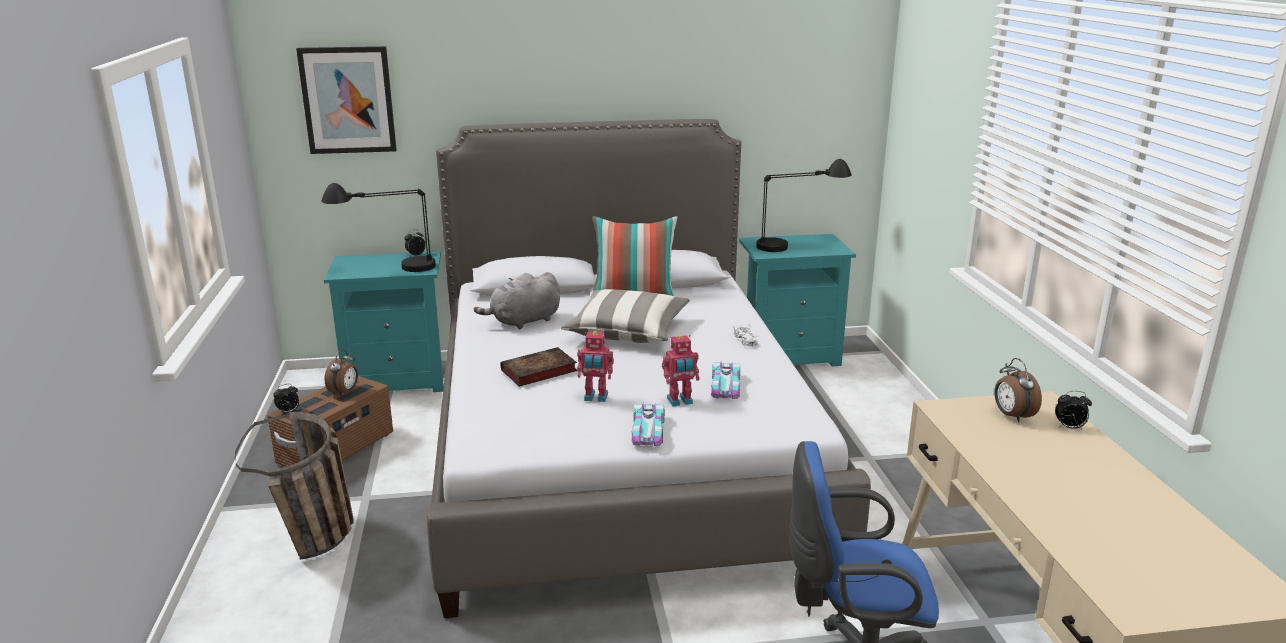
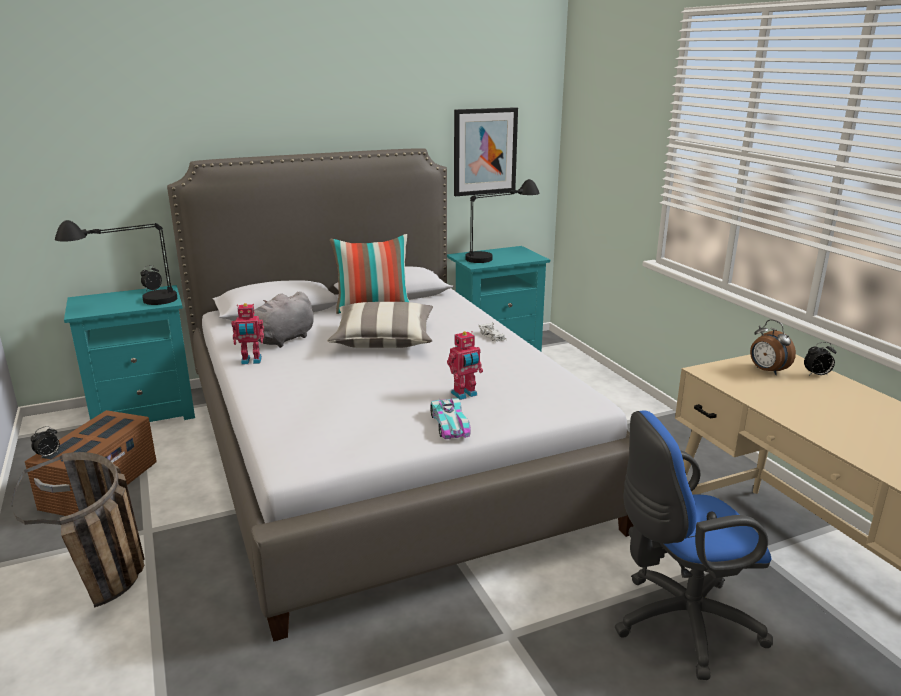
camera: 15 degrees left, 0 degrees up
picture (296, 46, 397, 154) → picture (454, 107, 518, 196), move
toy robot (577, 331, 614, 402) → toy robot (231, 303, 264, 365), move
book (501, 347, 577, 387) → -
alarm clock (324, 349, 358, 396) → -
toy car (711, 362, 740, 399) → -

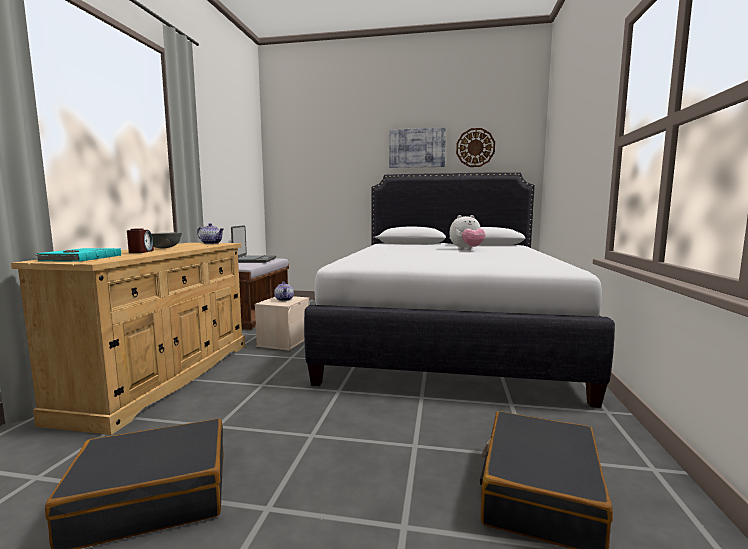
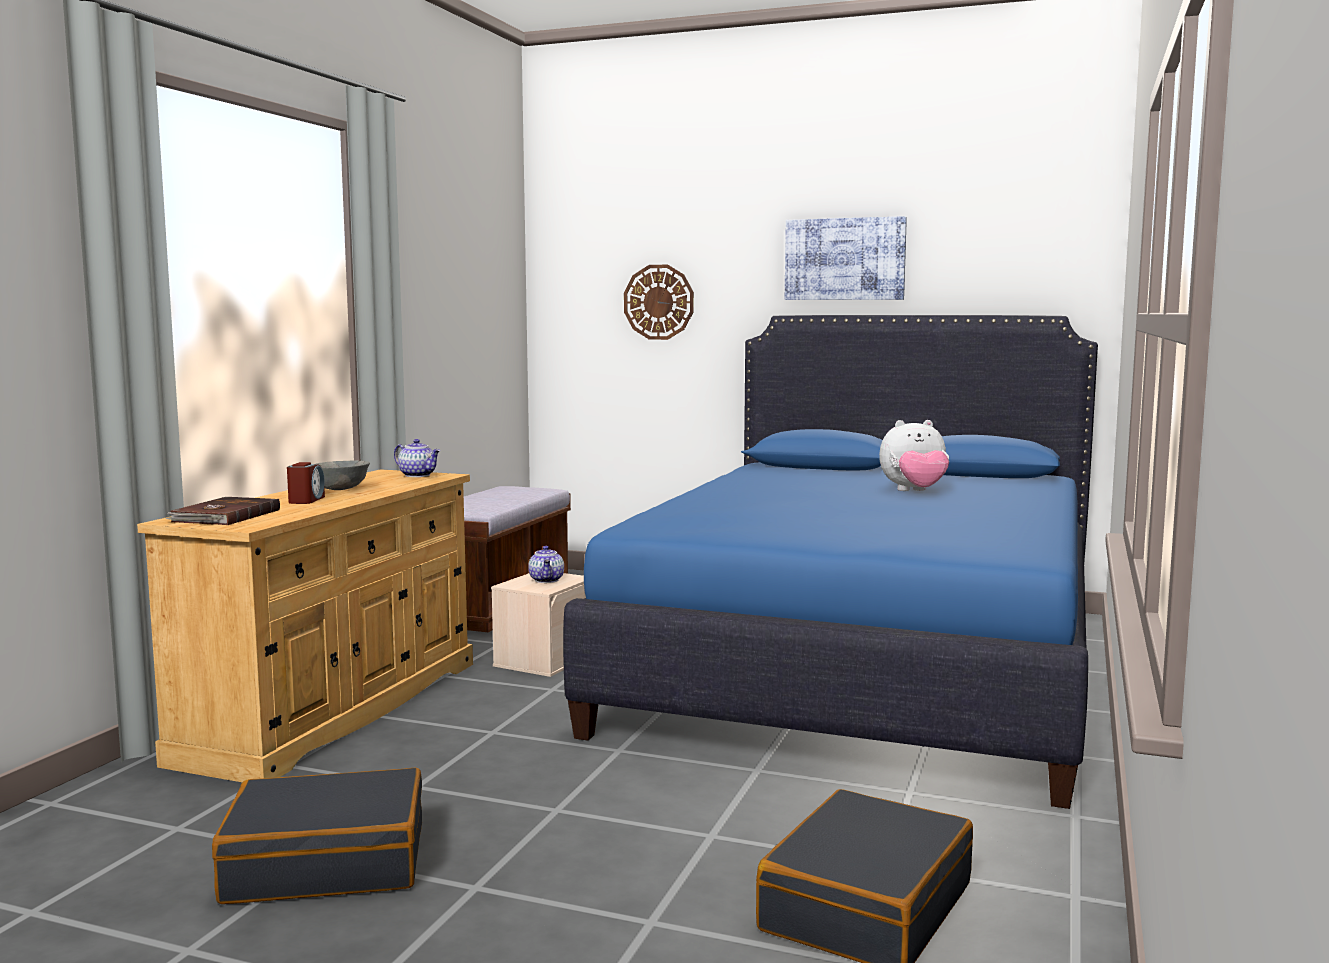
camera: 10 degrees right, 0 degrees up
wall clock (456, 128, 495, 167) → wall clock (624, 265, 694, 340), move
white bed (304, 172, 615, 408) → blue bed (563, 315, 1098, 809)
laptop (231, 225, 276, 263) → -
turquoise book (33, 248, 121, 262) → brown book (165, 497, 280, 525)

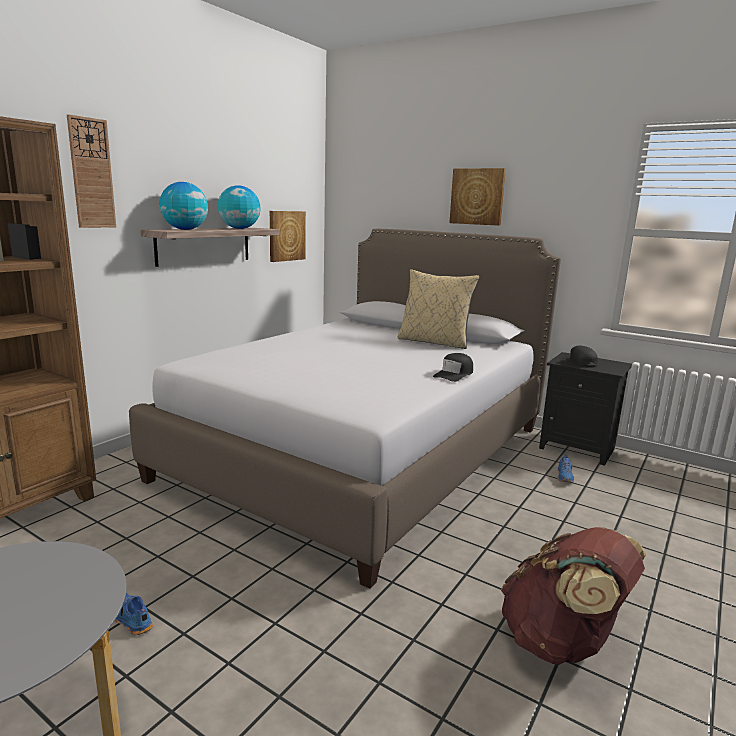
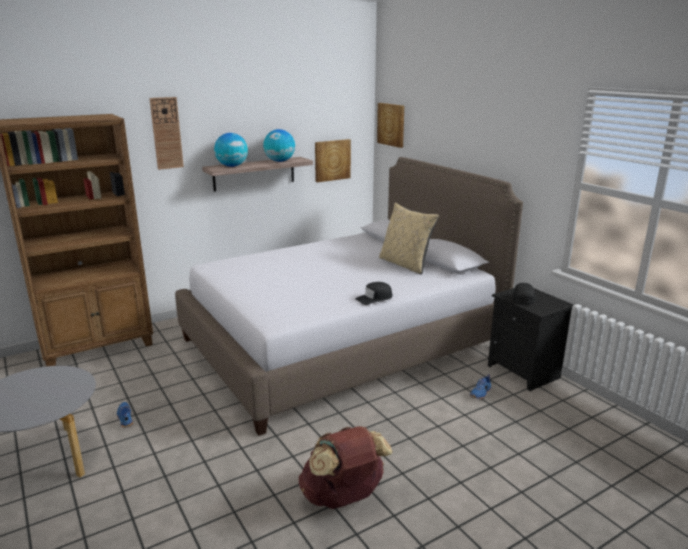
camera: 25 degrees right, 5 degrees up
picture (449, 168, 506, 226) → picture (377, 103, 404, 148), move

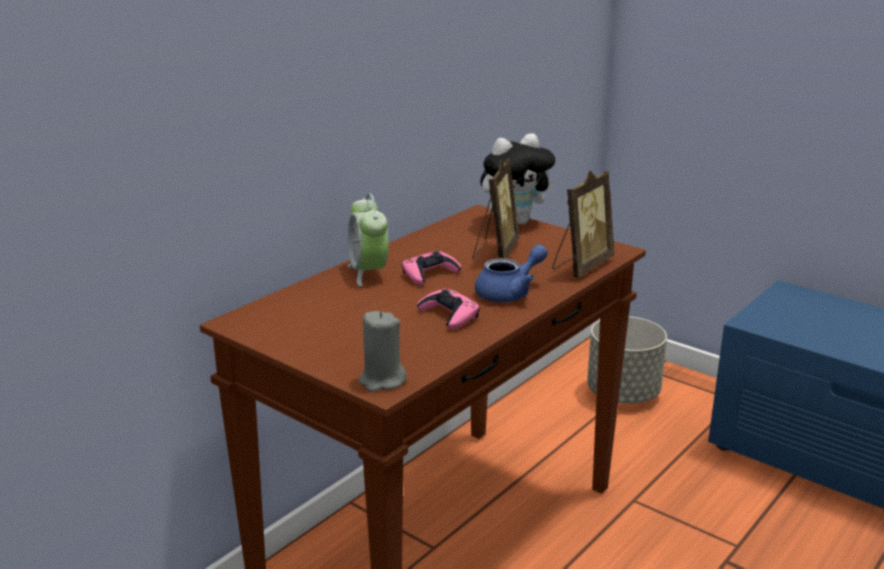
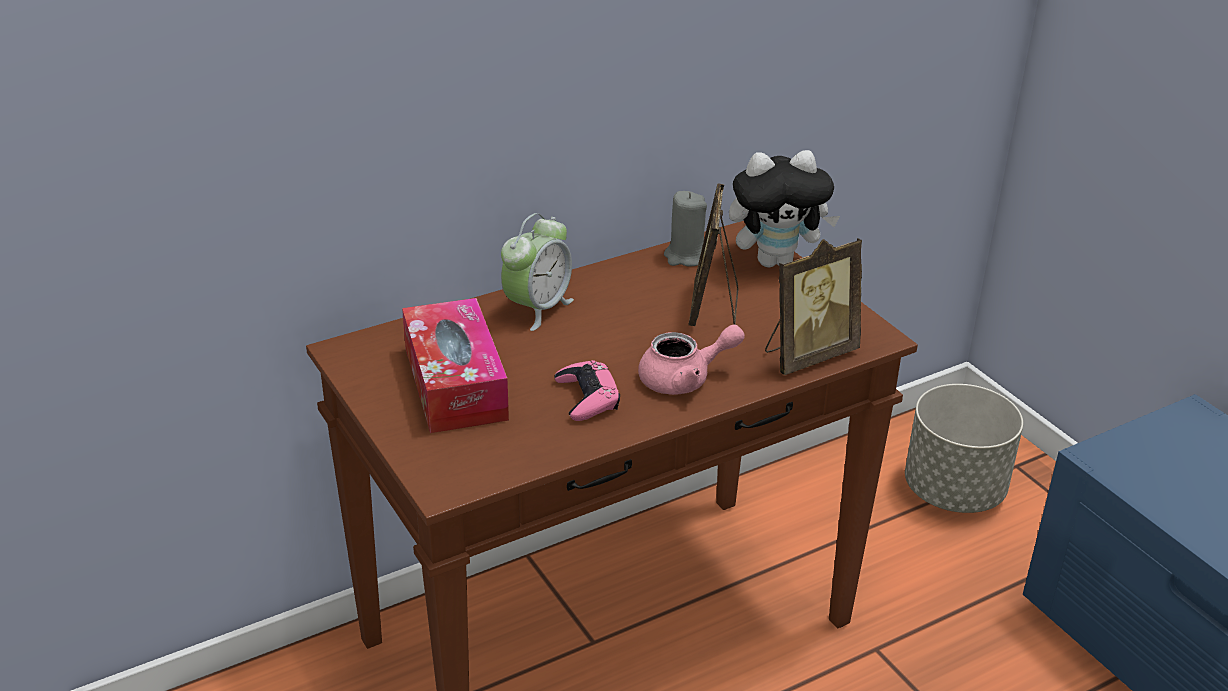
camera: 20 degrees right, 10 degrees up
picture frame (473, 159, 519, 260) → picture frame (689, 183, 738, 326), 150 degrees clockwise
alarm clock (348, 193, 389, 286) → alarm clock (501, 213, 574, 331), 150 degrees counterclockwise
blue teapot (475, 244, 548, 302) → pink teapot (638, 324, 745, 395)
pink game controller (402, 251, 461, 285) → -
grey candle (359, 311, 406, 392) → grey candle (664, 191, 707, 267), move
- → tissue box (402, 298, 509, 433)

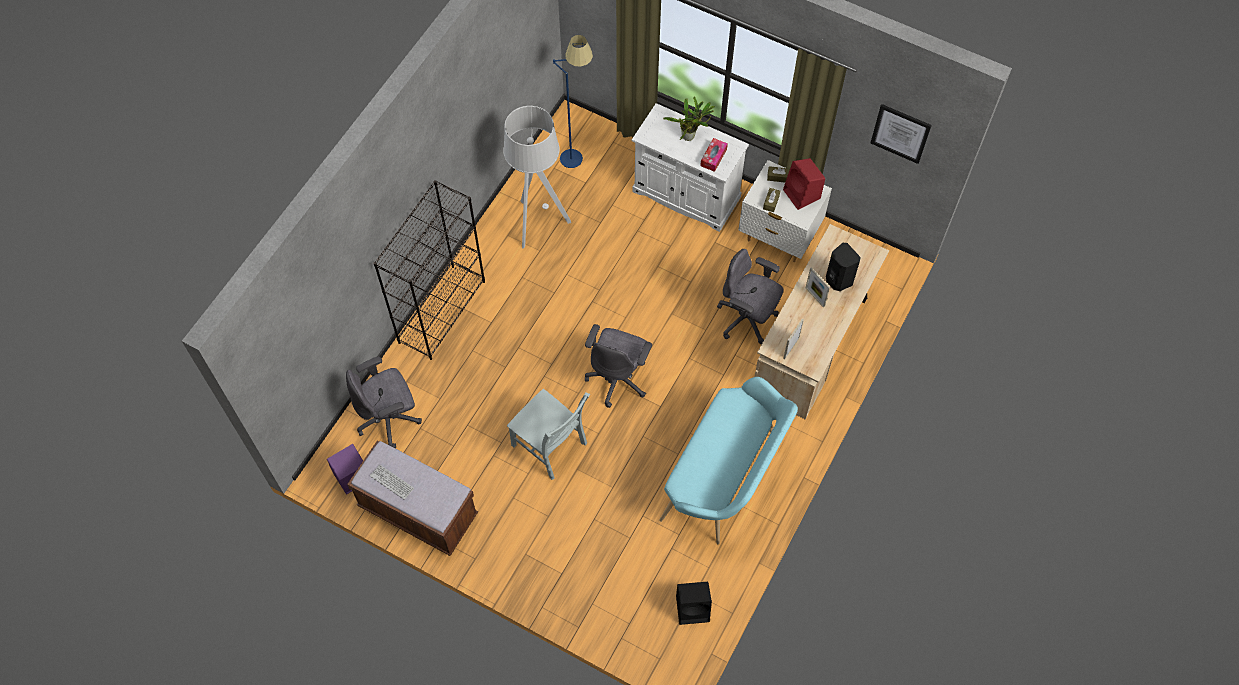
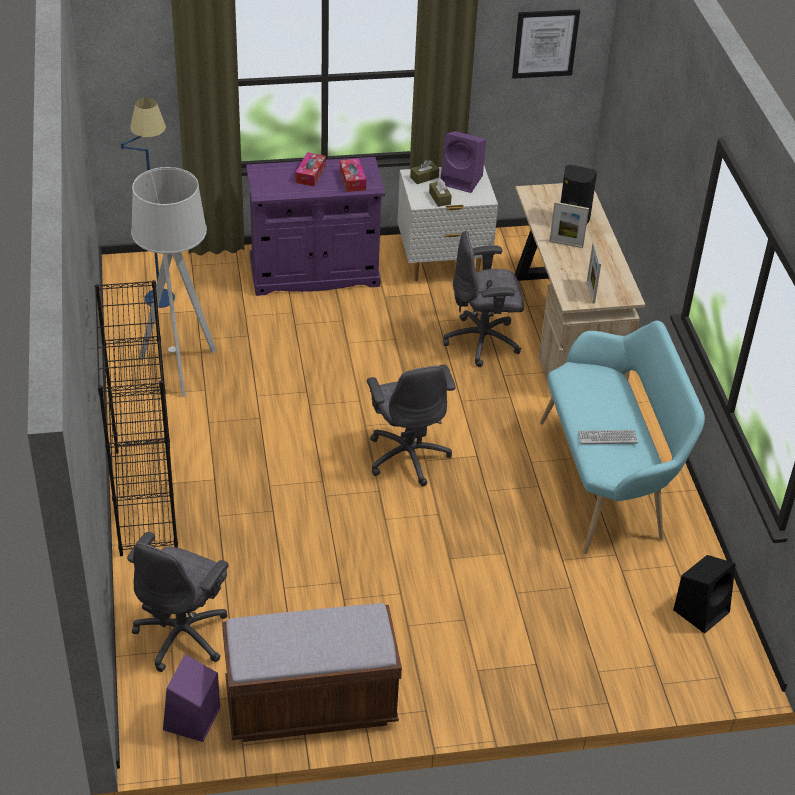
camera: 40 degrees left, 20 degrees down
potted plant (663, 97, 715, 141) → tissue box (295, 152, 326, 186)
white cabinet (632, 103, 749, 232) → purple cabinet (246, 157, 385, 296)
red speaker (783, 158, 825, 210) → purple speaker (440, 131, 486, 193)
grey chair (507, 389, 590, 480) → -
keyboard (370, 465, 414, 500) → keyboard (578, 430, 638, 445), move

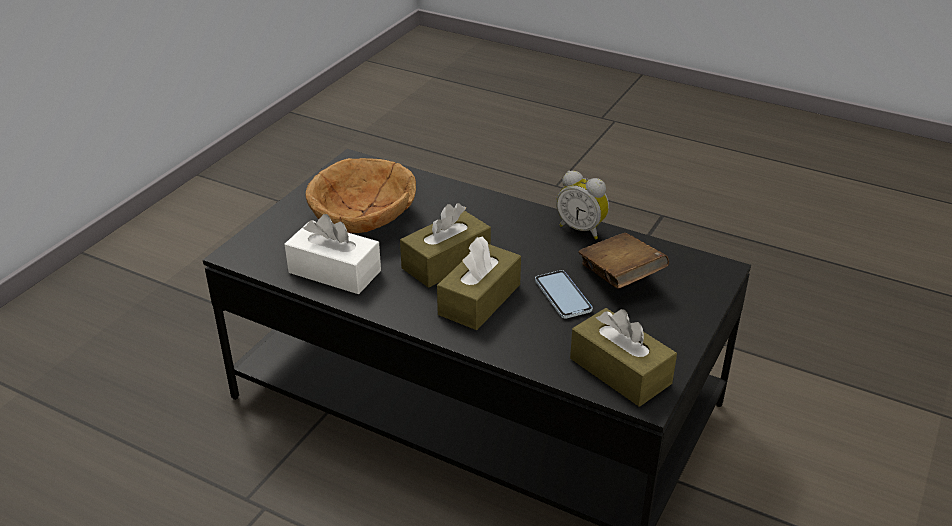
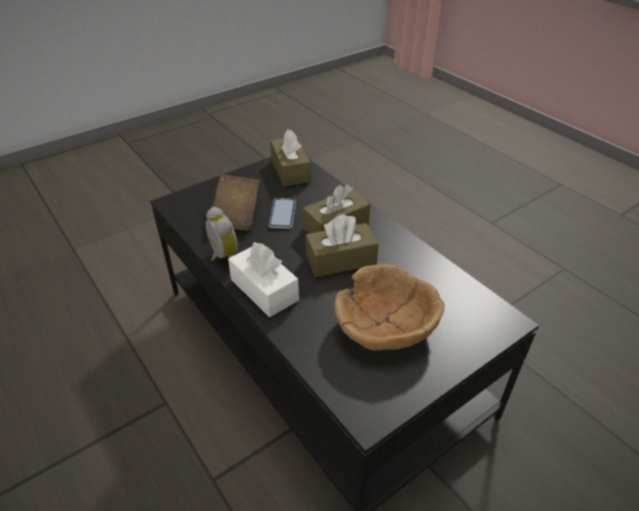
camera: 155 degrees left, 5 degrees up
white tissue box (285, 214, 381, 294) → white tissue box (228, 242, 299, 317), move

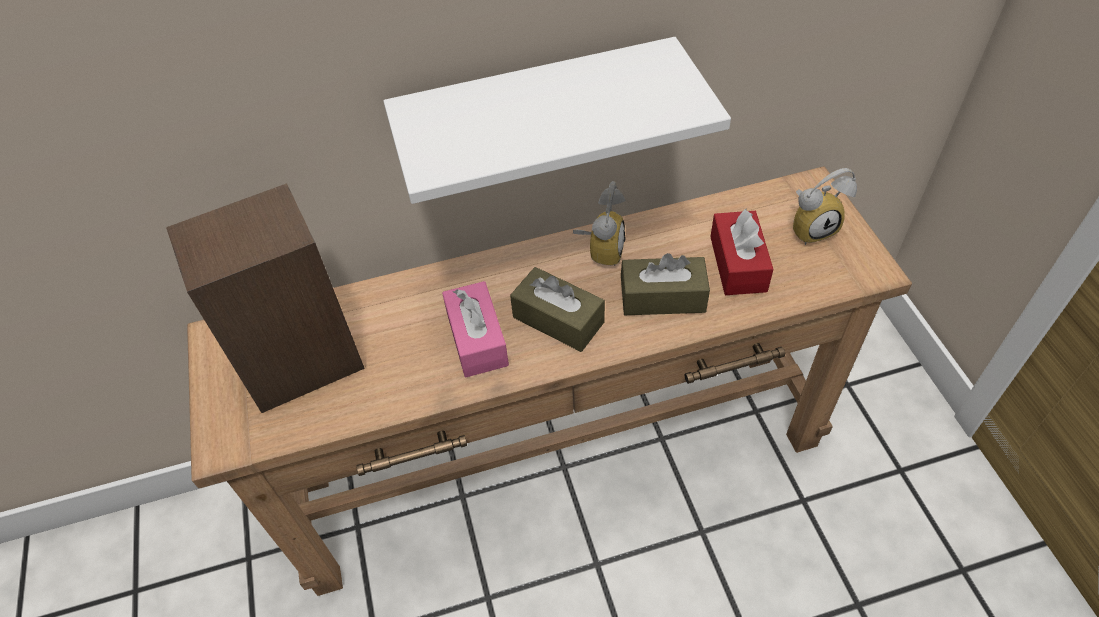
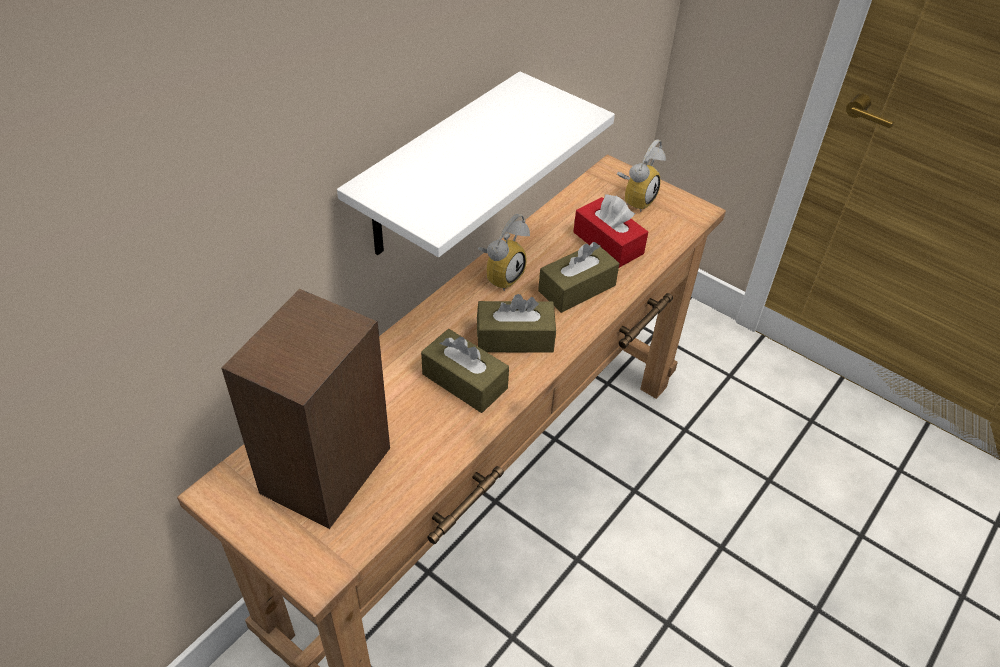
camera: 40 degrees left, 5 degrees down
alarm clock (573, 181, 626, 266) → alarm clock (478, 214, 530, 291), 60 degrees clockwise
pink tissue box (442, 281, 509, 377) → brown tissue box (421, 329, 509, 413)

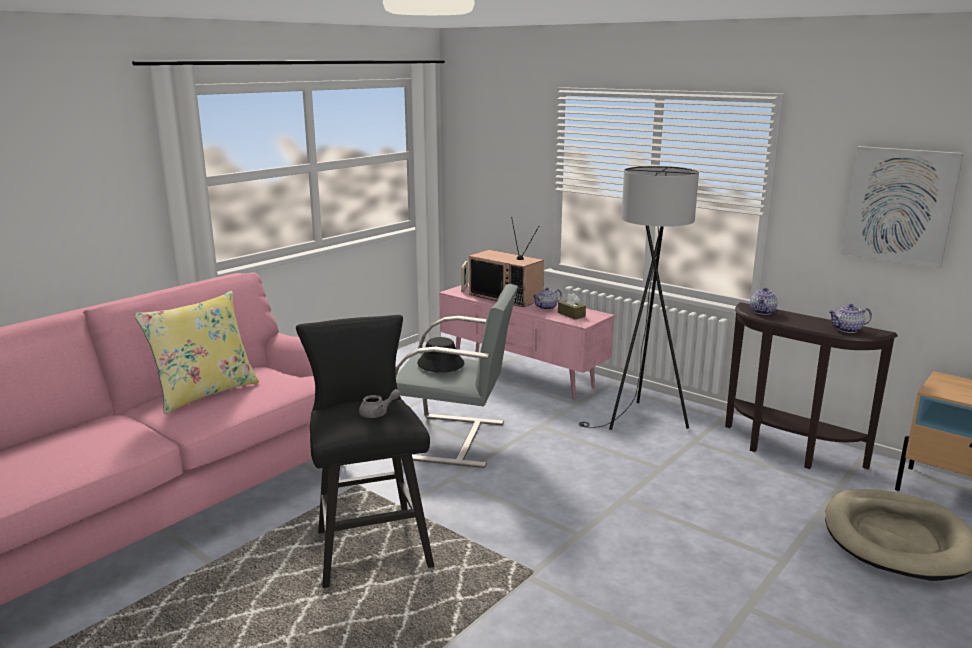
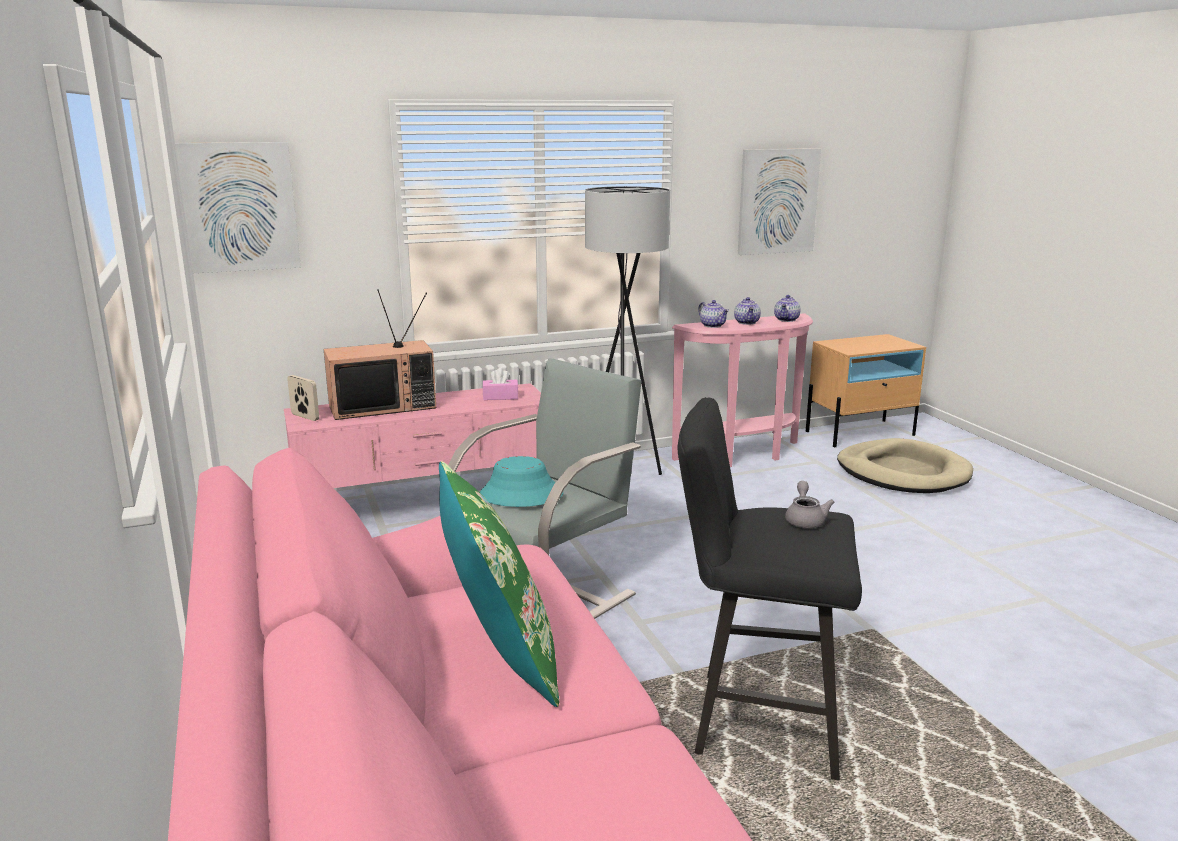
camera: 60 degrees left, 0 degrees up
teapot (532, 287, 562, 310) → teapot (734, 297, 761, 325), move
yellow pillow (134, 291, 259, 414) → green pillow (439, 461, 559, 707)
brown tissue box (558, 293, 586, 319) → pink tissue box (482, 368, 518, 400)
brown console table (725, 302, 898, 469) → pink console table (672, 313, 813, 467)
black hat (417, 337, 465, 373) → turquoise hat (480, 456, 563, 507)
- → picture (175, 142, 301, 273)

